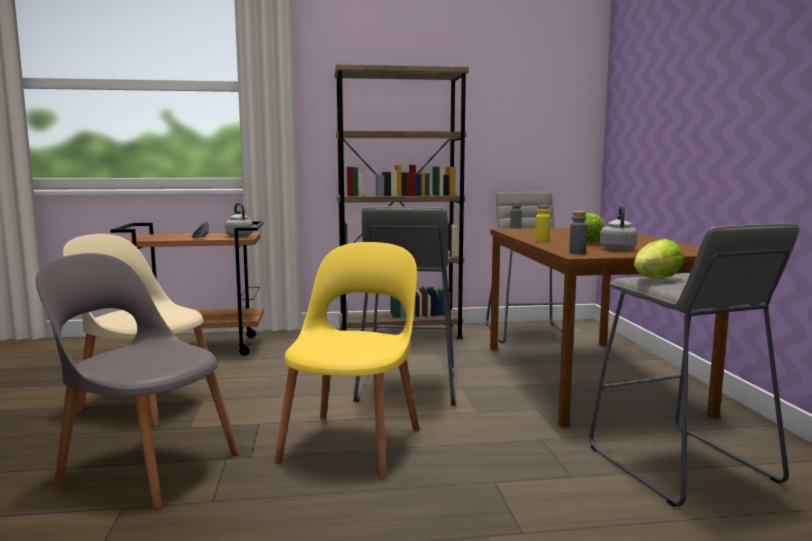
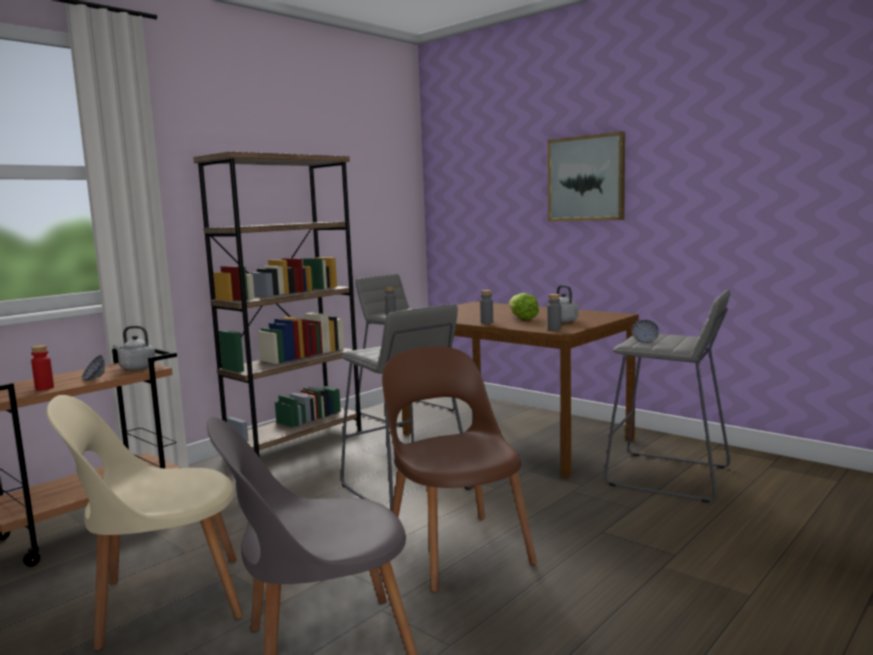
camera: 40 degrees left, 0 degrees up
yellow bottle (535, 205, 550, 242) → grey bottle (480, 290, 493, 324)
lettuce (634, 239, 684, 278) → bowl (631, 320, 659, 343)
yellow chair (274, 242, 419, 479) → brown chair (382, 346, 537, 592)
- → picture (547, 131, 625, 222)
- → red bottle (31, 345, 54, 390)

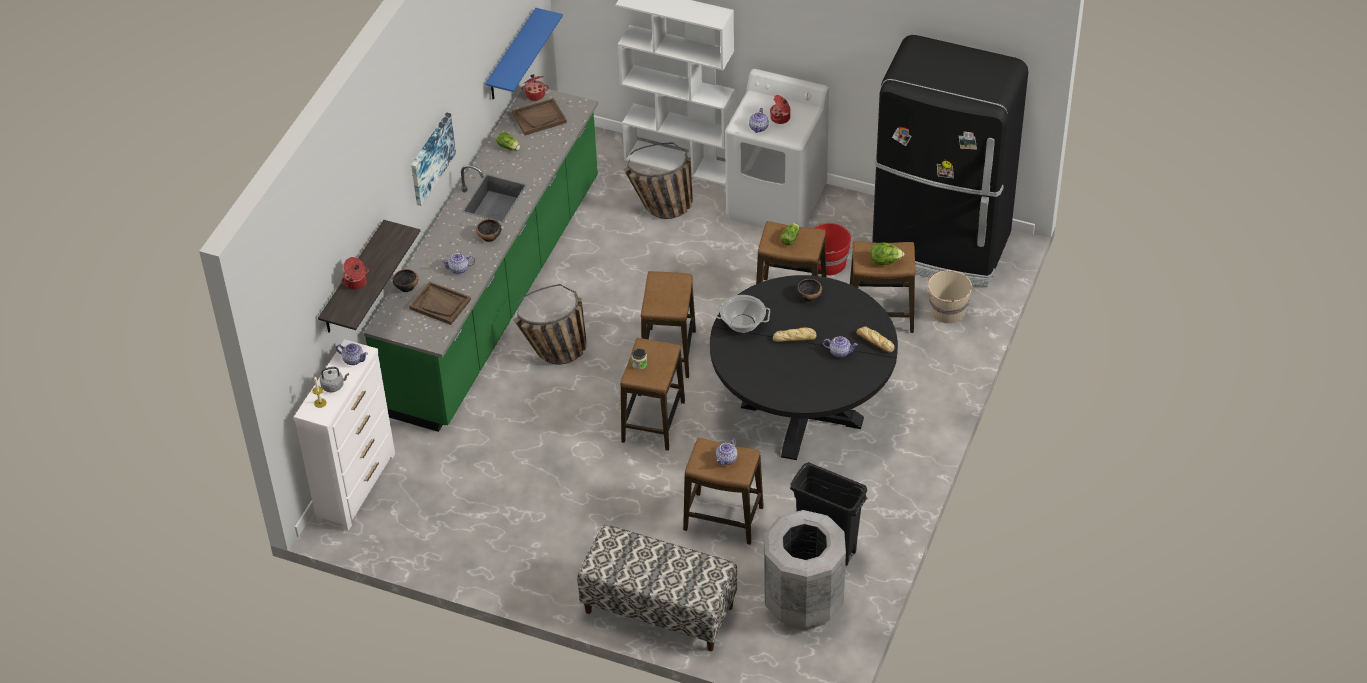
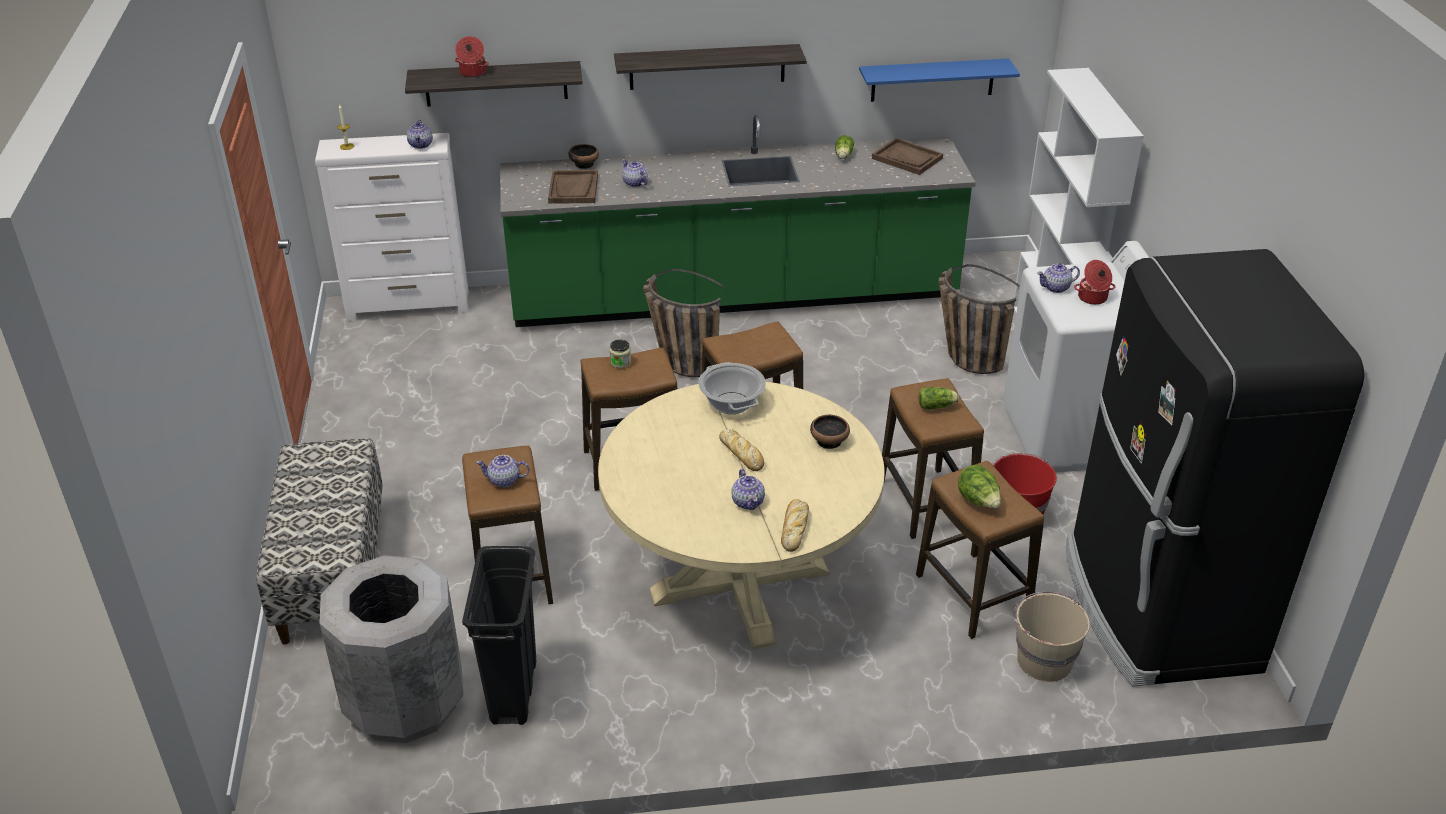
camera: 60 degrees right, 10 degrees down
cooking pot (521, 74, 549, 101) → -
picture (411, 112, 456, 206) → shelf (614, 44, 806, 90)
bowl (476, 219, 501, 242) → -
black dining table (710, 275, 898, 460) → beige dining table (598, 382, 885, 649)
grey kettle (320, 367, 349, 392) → -

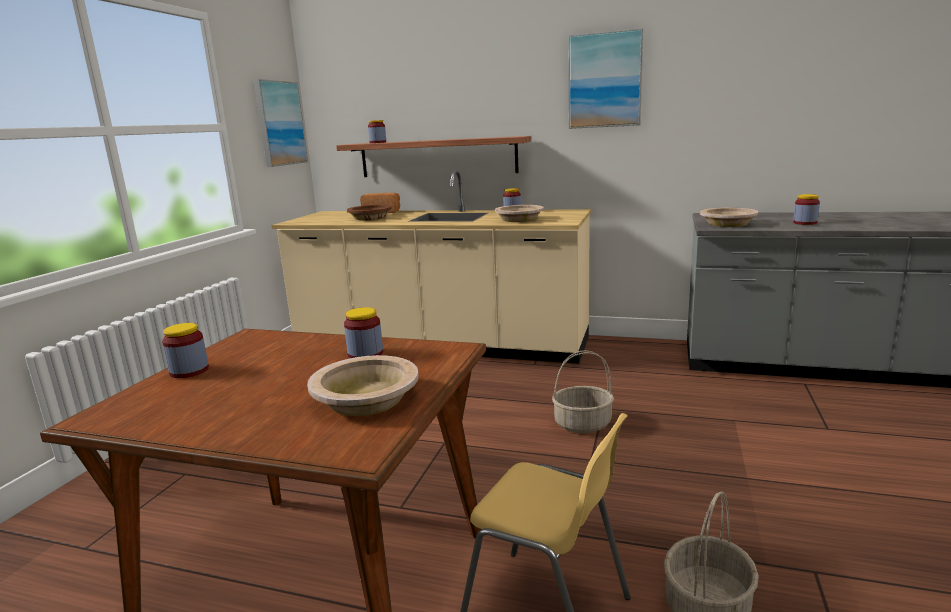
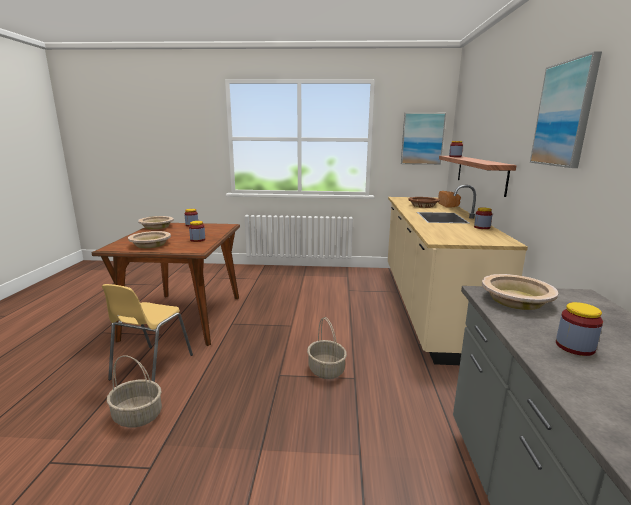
camera: 75 degrees right, 0 degrees up
beige bowl (495, 205, 544, 222) → beige bowl (138, 216, 174, 229), move

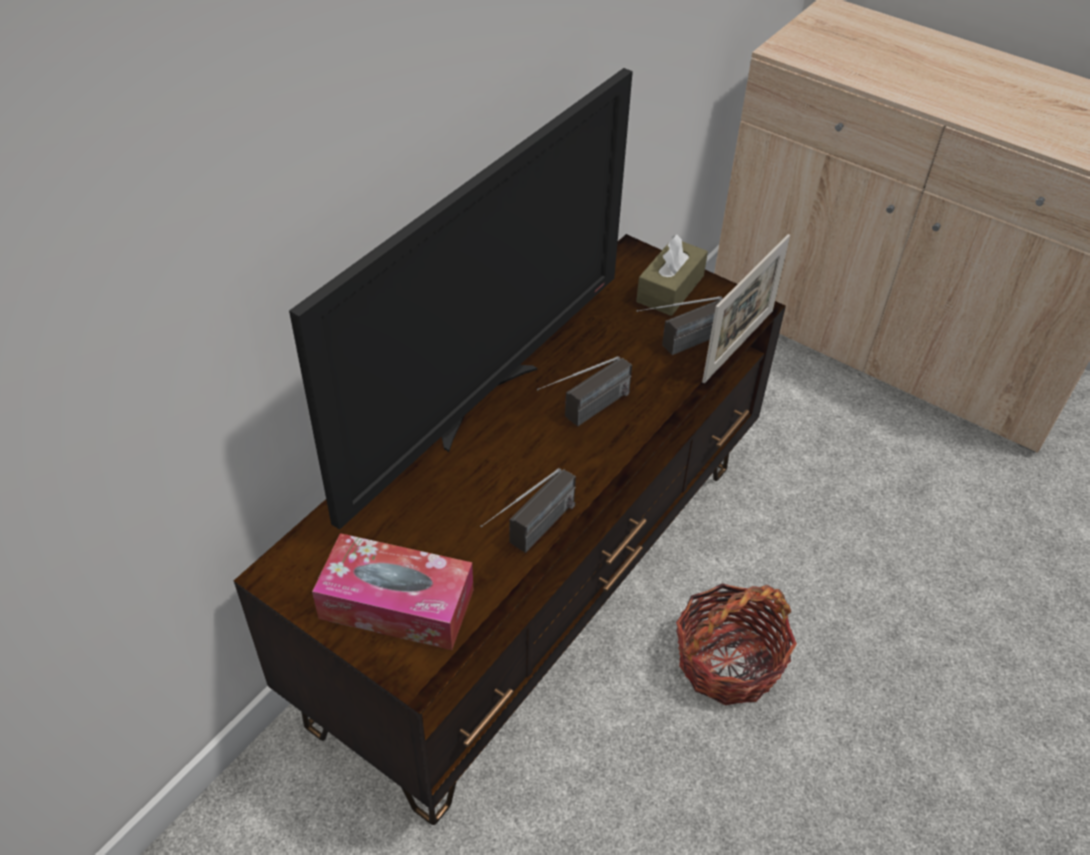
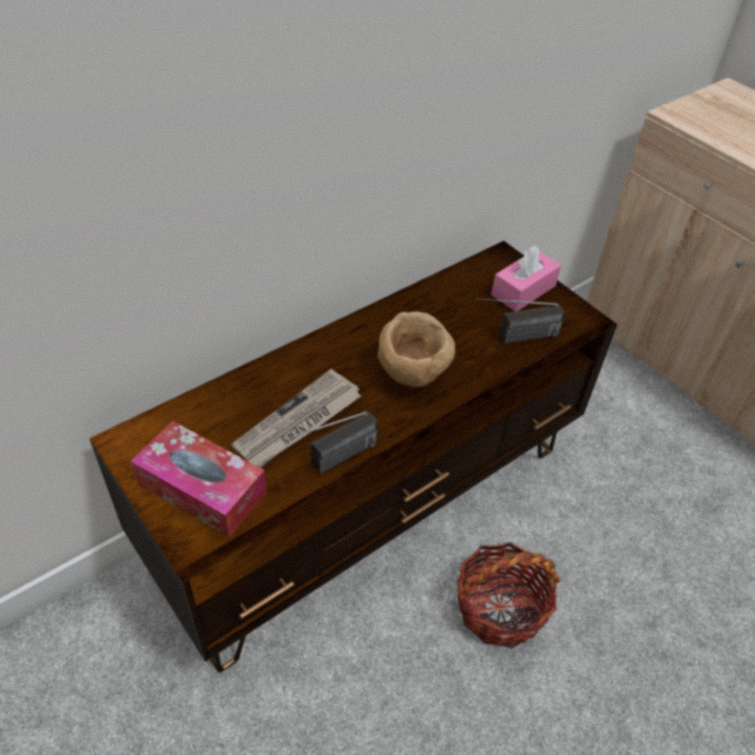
camera: 15 degrees right, 0 degrees up
television (289, 68, 633, 530) → -
picture frame (702, 234, 790, 383) → -
brown tissue box (636, 235, 708, 316) → pink tissue box (491, 246, 561, 312)
radio (537, 356, 632, 426) → brown bowl (378, 311, 455, 387)
- → newspaper (231, 369, 361, 468)

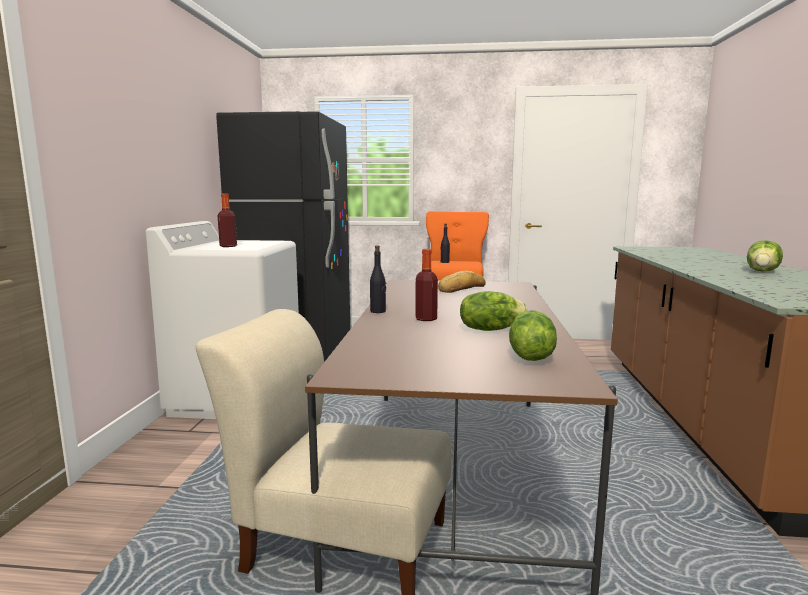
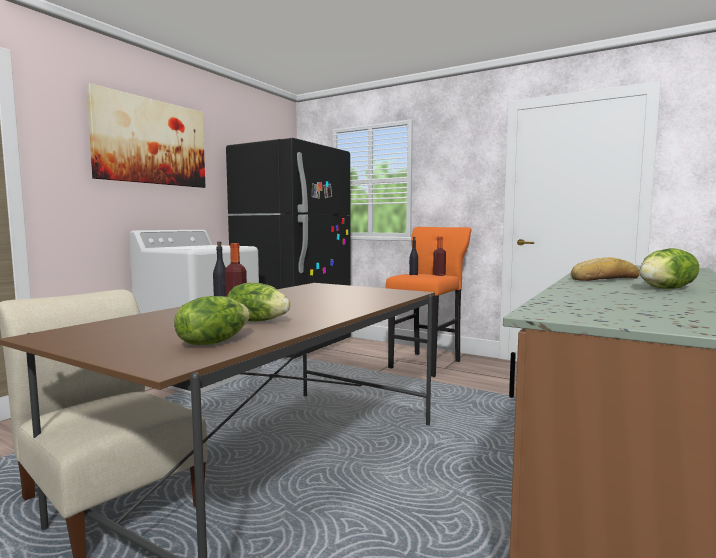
camera: 25 degrees right, 5 degrees down
bottle (218, 194, 237, 247) → bottle (433, 237, 446, 276), move
bread (438, 270, 486, 293) → bread (571, 257, 640, 281), move
- → picture (86, 83, 205, 188)

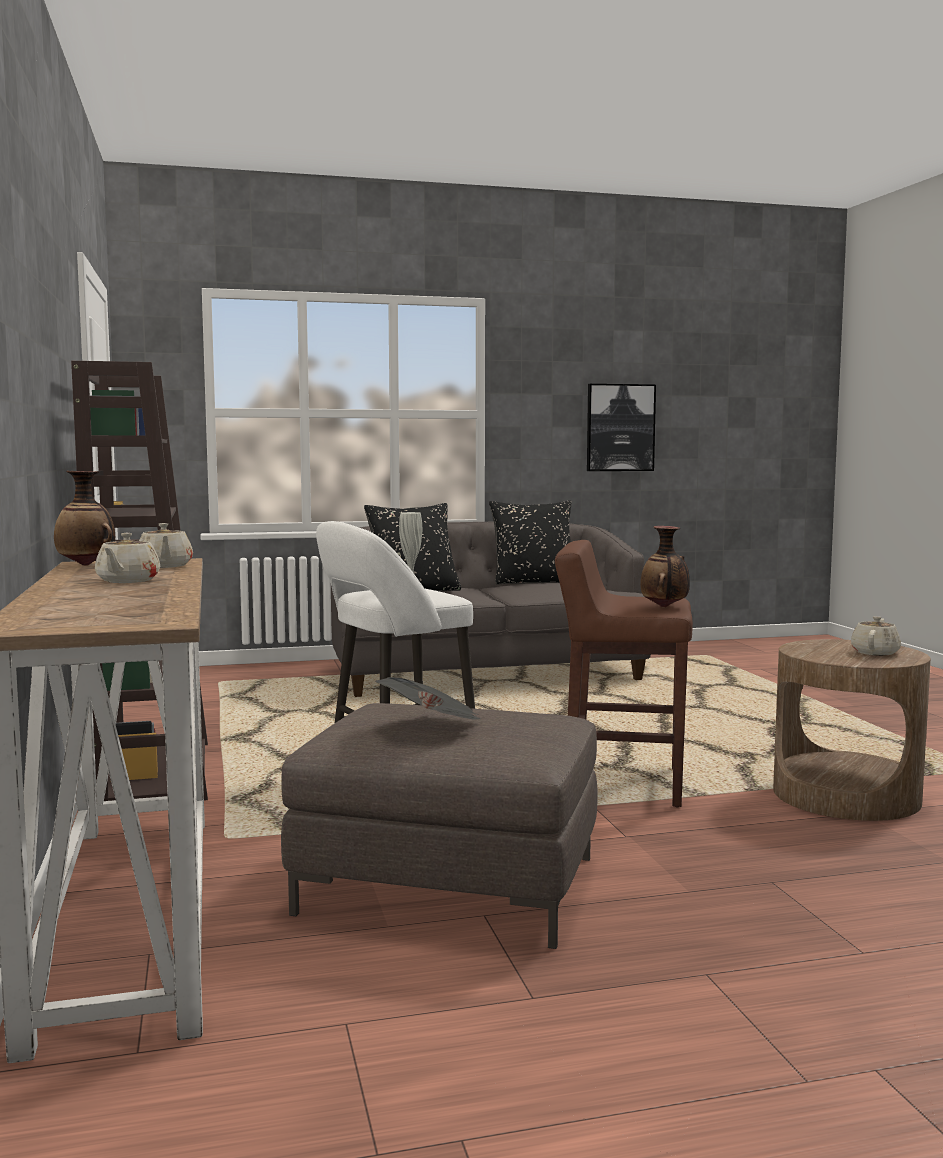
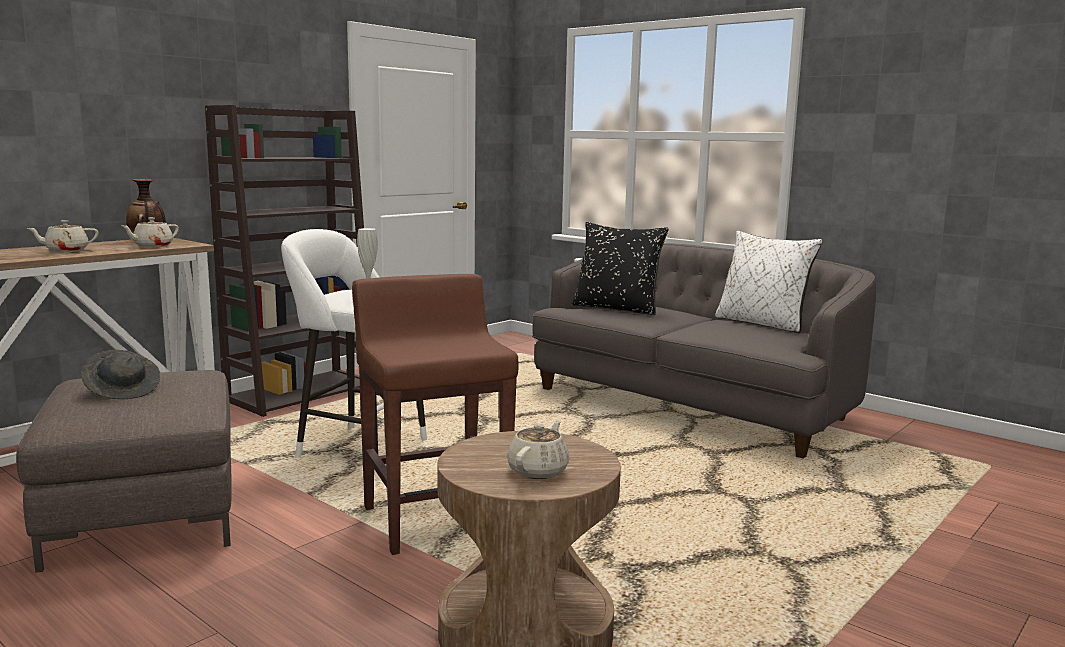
camera: 55 degrees right, 5 degrees up
picture (587, 384, 656, 471) → -
black pillow (489, 500, 572, 585) → white pillow (715, 231, 822, 333)
vase (640, 526, 690, 607) → -
beige teapot (851, 616, 901, 656) → beige teapot (507, 419, 569, 479), 60 degrees counterclockwise
newspaper (375, 677, 481, 720) → grey hat (81, 350, 160, 399)

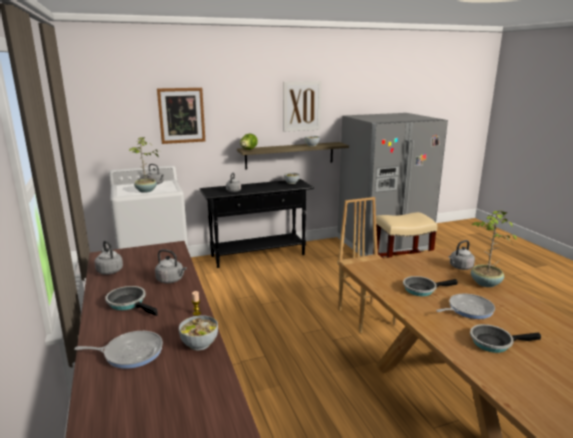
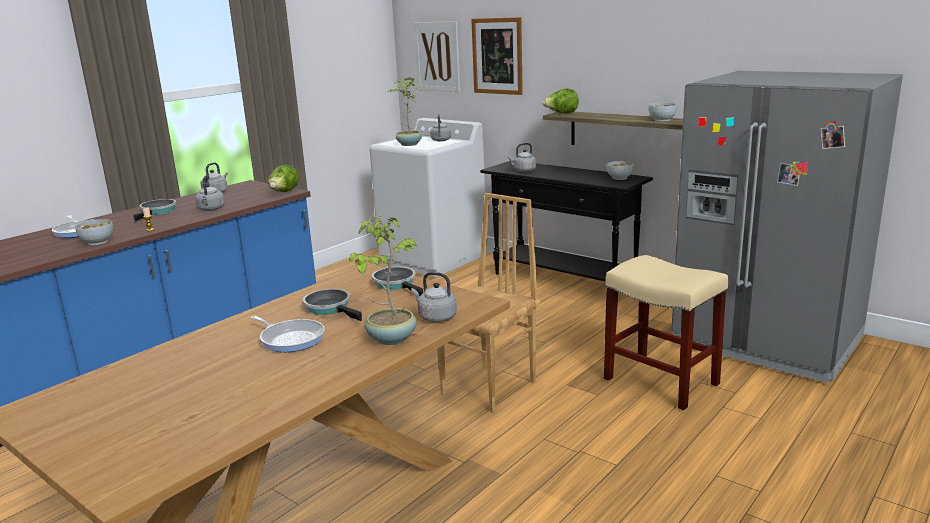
camera: 60 degrees right, 0 degrees up
picture (283, 81, 321, 132) → picture (414, 21, 460, 92), move
frying pan (470, 324, 541, 353) → frying pan (372, 267, 423, 296), move
- → lettuce (268, 165, 299, 192)

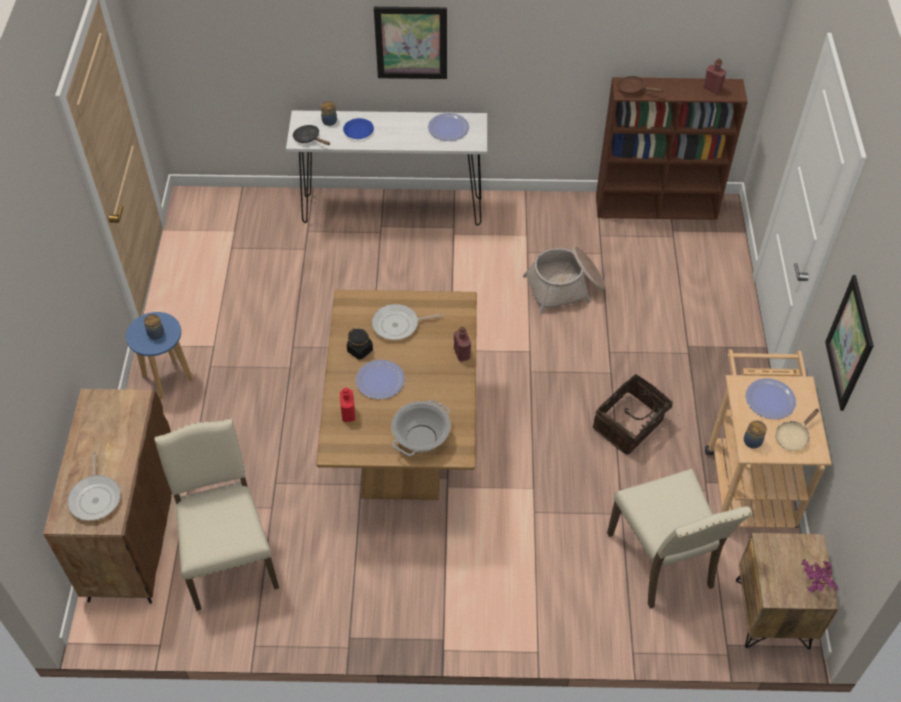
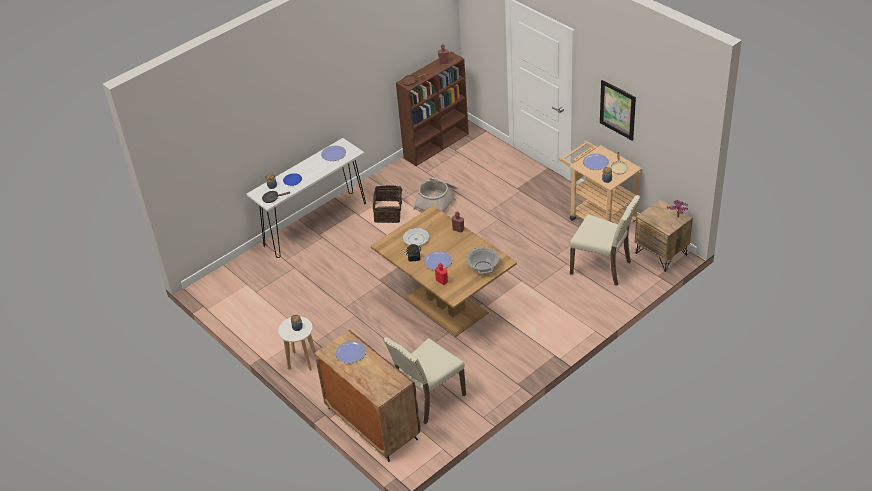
camera: 40 degrees left, 10 degrees down
picture (374, 7, 447, 79) → -
blue stool (126, 312, 193, 399) → white stool (278, 316, 316, 371)
basket (593, 374, 679, 455) → basket (373, 185, 408, 223), move
beige chair (155, 418, 279, 610) → beige chair (383, 337, 466, 424), 75 degrees counterclockwise
frying pan (67, 452, 121, 521) → -
- → plate (336, 341, 366, 363)

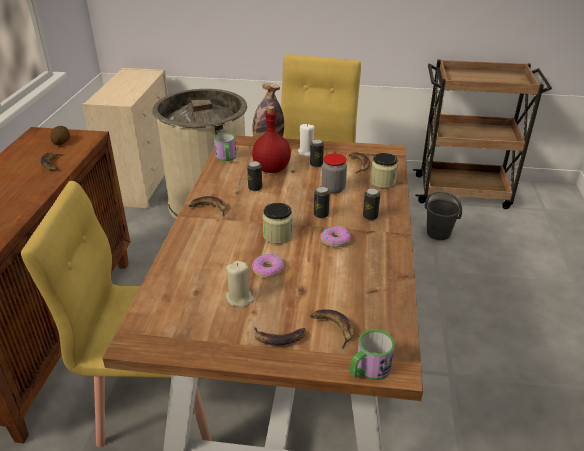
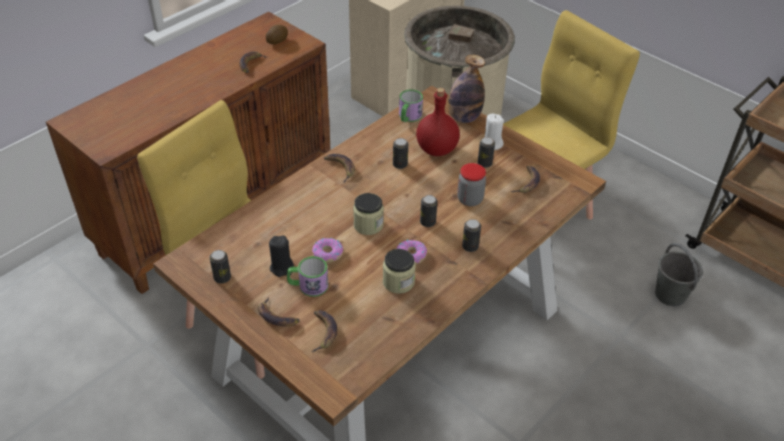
camera: 35 degrees right, 10 degrees up
jar (370, 153, 398, 188) → jar (383, 249, 416, 294), move
beige candle (226, 261, 255, 307) → black candle (269, 235, 294, 277)
mug (350, 329, 395, 380) → mug (287, 256, 328, 297), move
- → can (210, 250, 231, 284)

